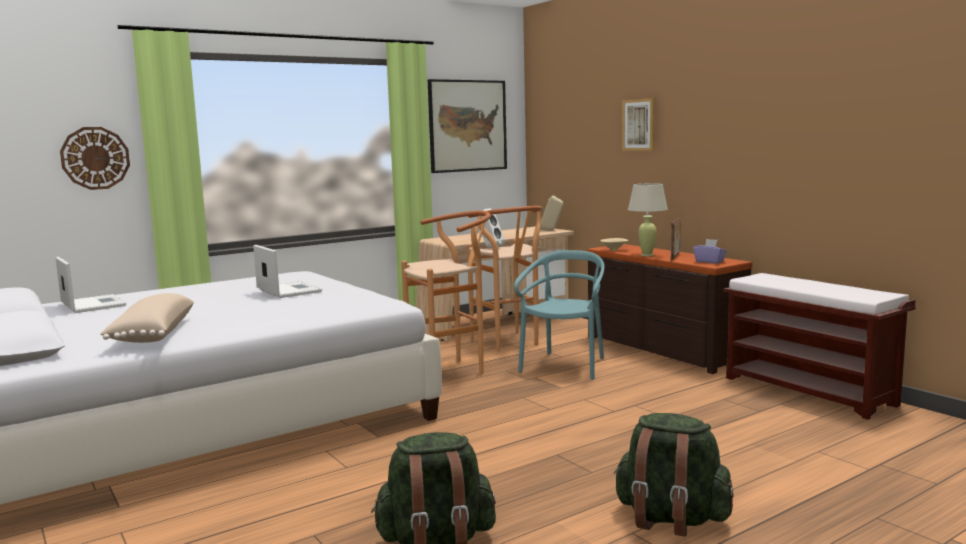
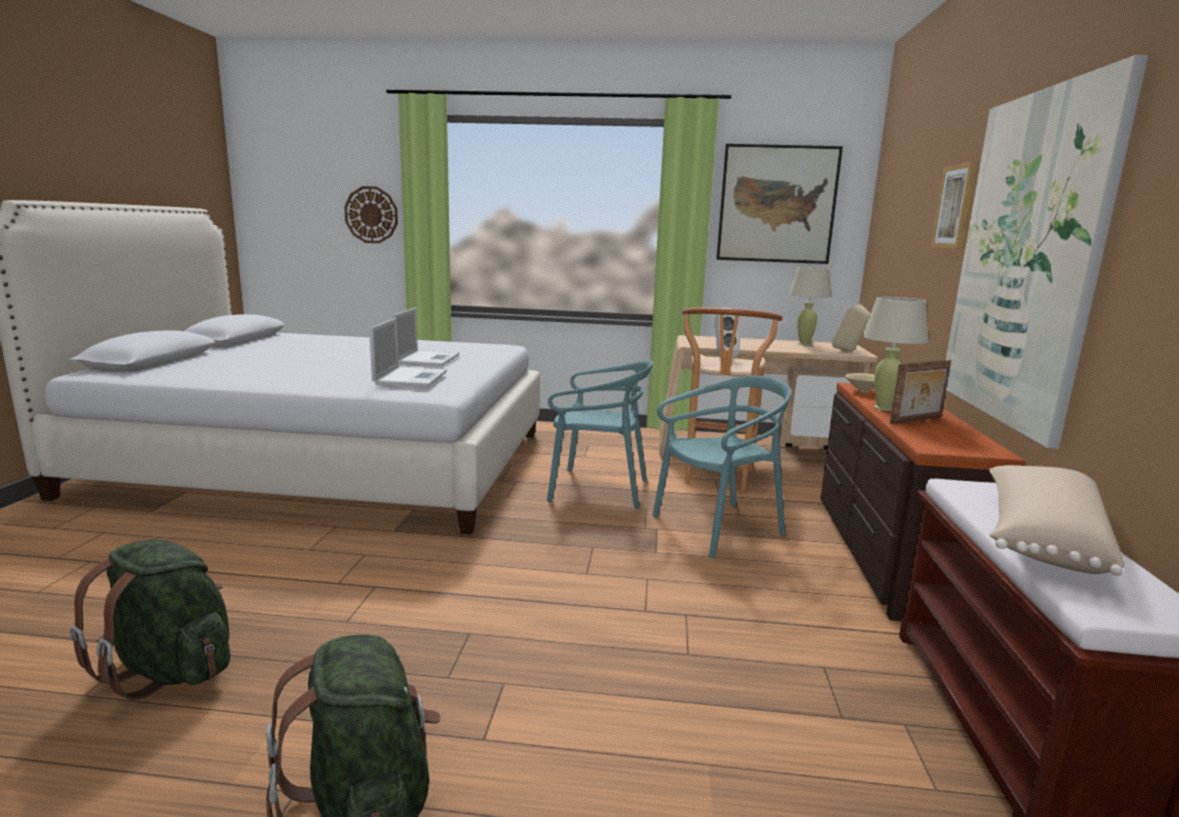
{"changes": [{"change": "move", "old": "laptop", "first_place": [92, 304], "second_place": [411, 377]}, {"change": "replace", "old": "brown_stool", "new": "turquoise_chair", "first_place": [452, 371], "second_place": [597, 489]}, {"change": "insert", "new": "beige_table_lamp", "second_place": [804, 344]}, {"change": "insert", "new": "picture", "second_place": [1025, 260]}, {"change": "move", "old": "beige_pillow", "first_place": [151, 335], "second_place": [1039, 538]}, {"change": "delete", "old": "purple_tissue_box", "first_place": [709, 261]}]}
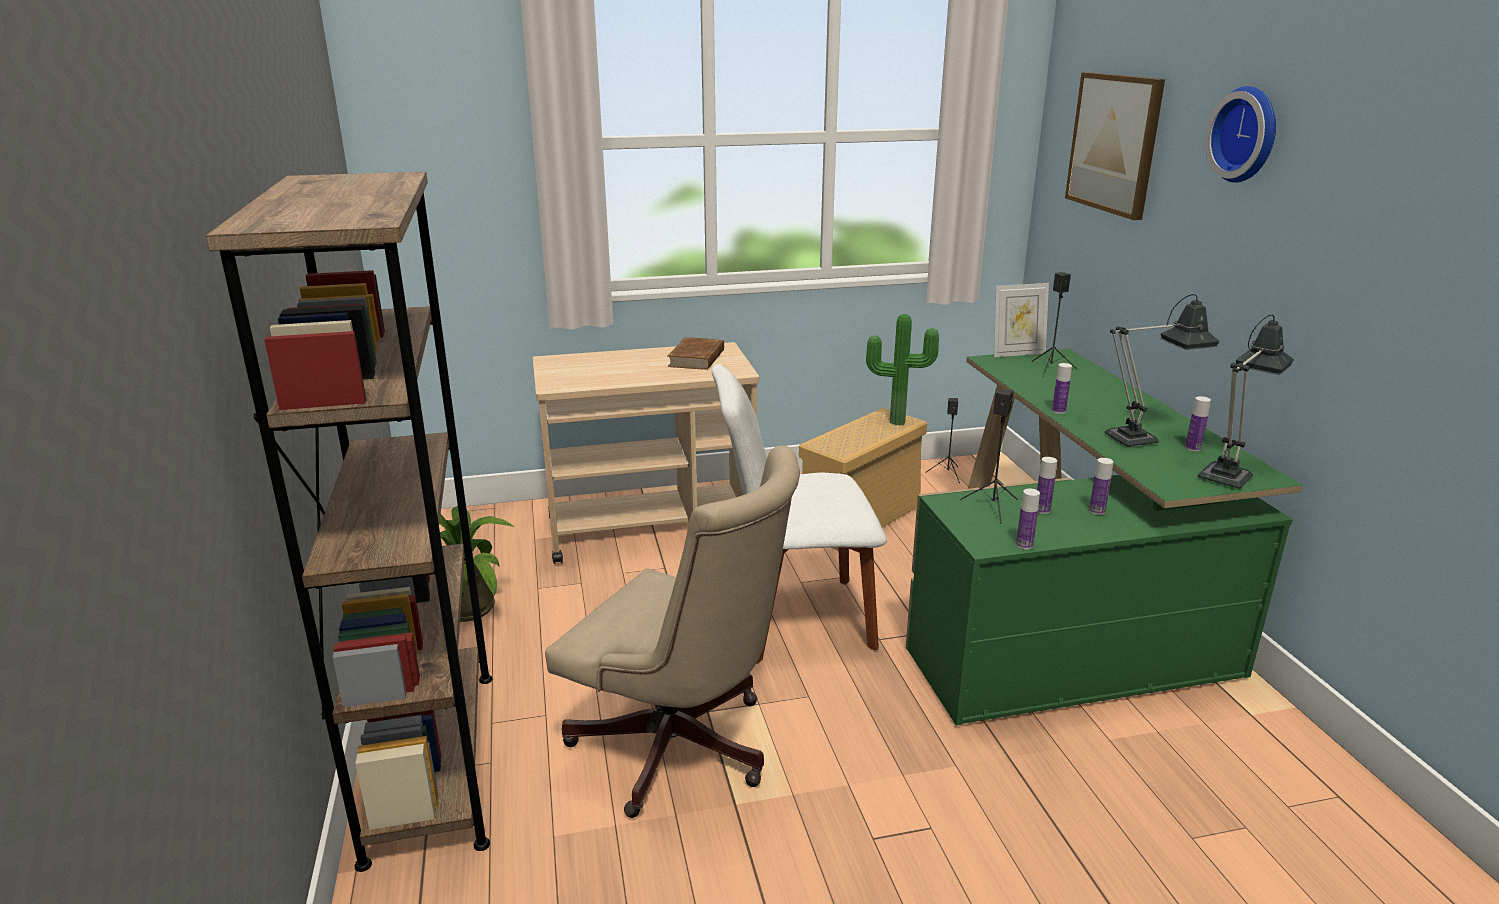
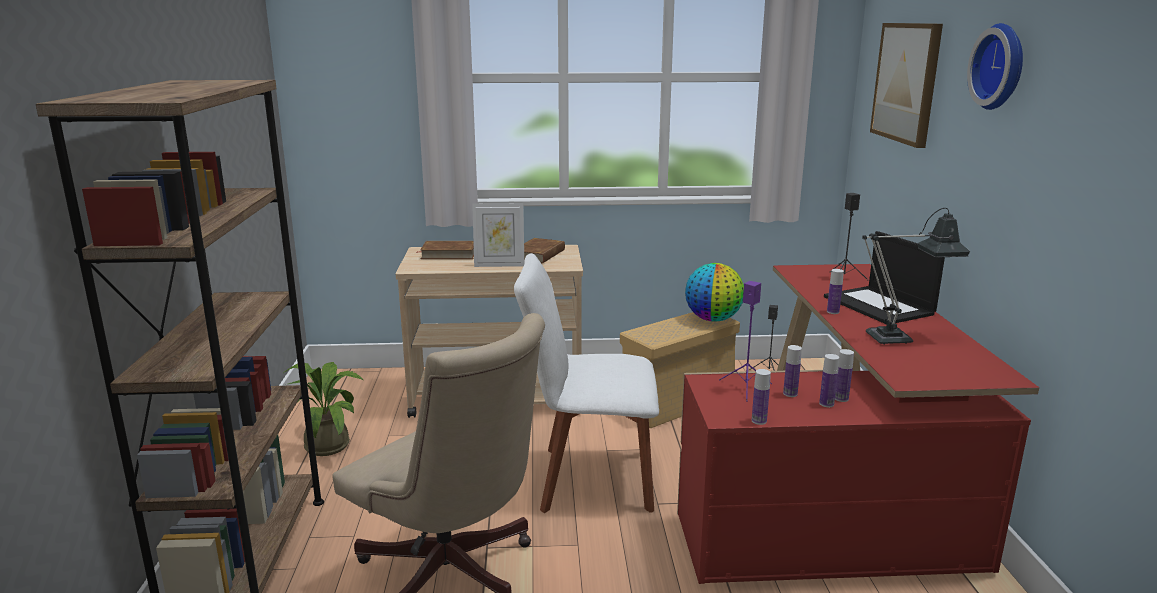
{"changes": [{"change": "insert", "new": "brown_book", "second_place": [449, 254]}, {"change": "move", "old": "picture_frame", "first_place": [1017, 353], "second_place": [499, 265]}, {"change": "recolor", "old": "green_desk", "new": "red_desk", "first_place": [1062, 608], "second_place": [835, 493]}, {"change": "replace", "old": "potted_plant", "new": "globe", "first_place": [897, 421], "second_place": [713, 319]}, {"change": "recolor", "old": "black_speaker", "new": "purple_speaker", "first_place": [993, 506], "second_place": [746, 387]}, {"change": "move", "old": "bottle", "first_place": [1193, 448], "second_place": [826, 404]}, {"change": "insert", "new": "laptop", "second_place": [880, 306]}, {"change": "delete", "old": "table_lamp", "first_place": [1228, 474]}]}
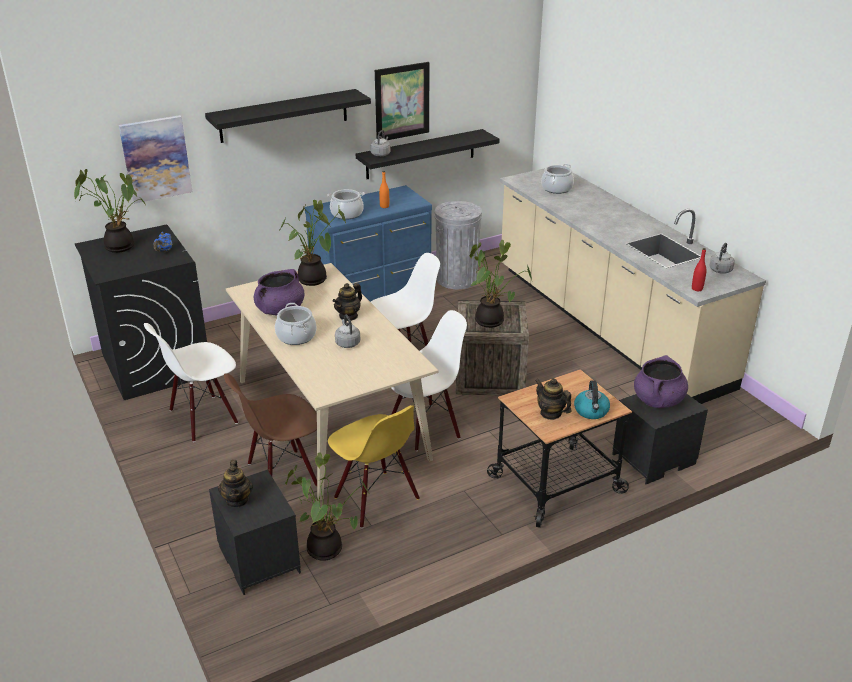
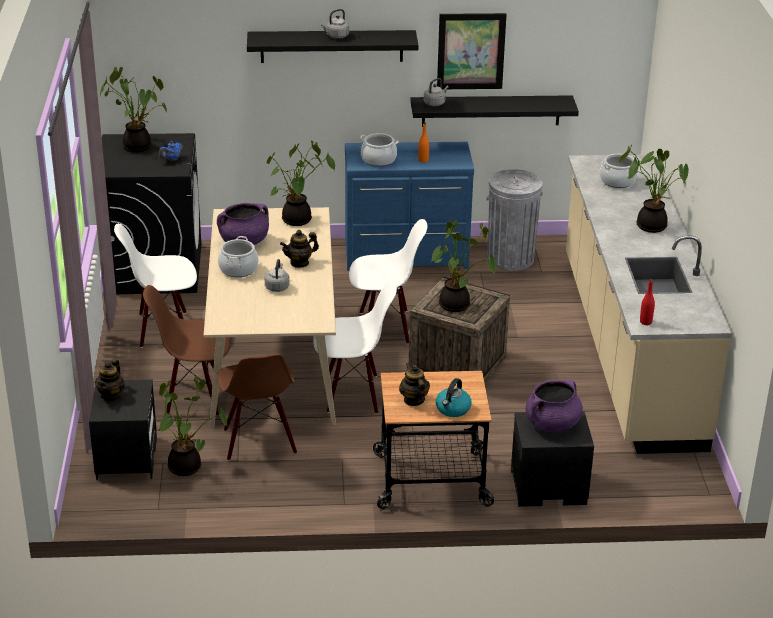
{"changes": [{"change": "recolor", "old": "yellow_chair", "new": "brown_chair", "first_place": [375, 499], "second_place": [258, 441]}, {"change": "move", "old": "grey_kettle", "first_place": [720, 271], "second_place": [336, 36]}, {"change": "insert", "new": "potted_plant", "second_place": [650, 225]}, {"change": "delete", "old": "picture", "first_place": [156, 159]}]}
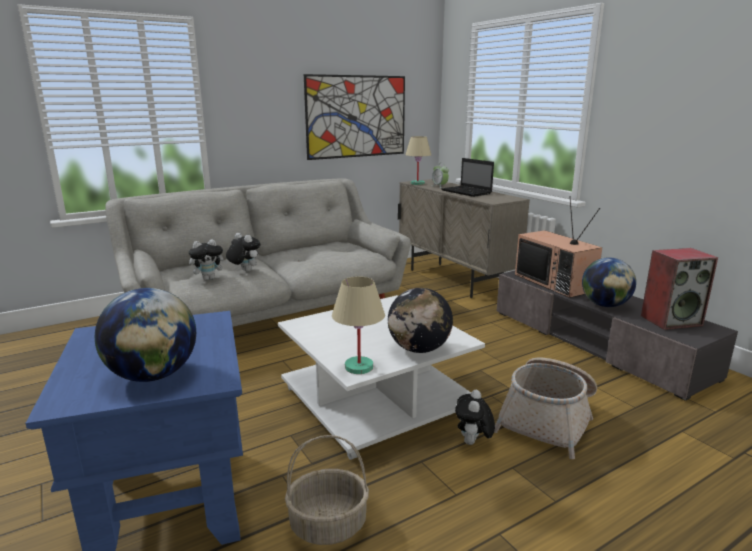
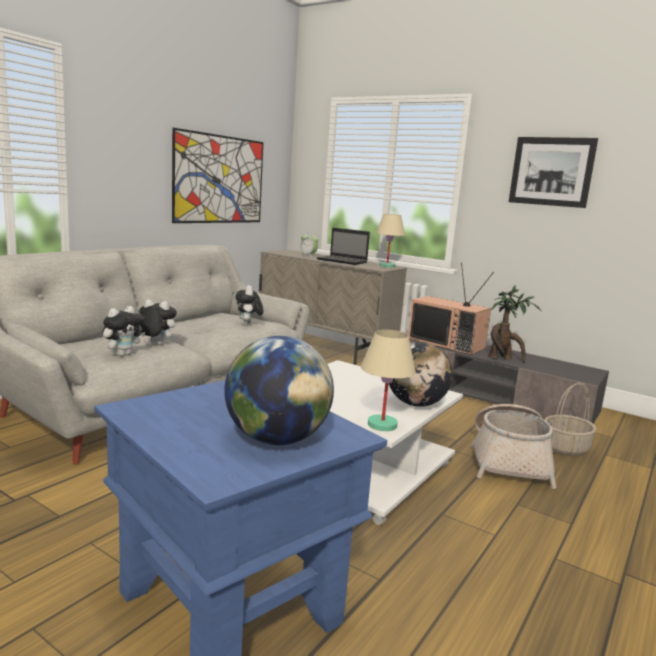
{"changes": [{"change": "move", "old": "plush_toy", "first_place": [473, 443], "second_place": [248, 325]}, {"change": "move", "old": "beige_table_lamp", "first_place": [417, 183], "second_place": [387, 266]}, {"change": "replace", "old": "globe", "new": "potted_plant", "first_place": [605, 305], "second_place": [503, 359]}, {"change": "insert", "new": "picture", "second_place": [551, 171]}, {"change": "move", "old": "basket", "first_place": [327, 525], "second_place": [565, 448]}, {"change": "delete", "old": "speaker", "first_place": [671, 320]}]}
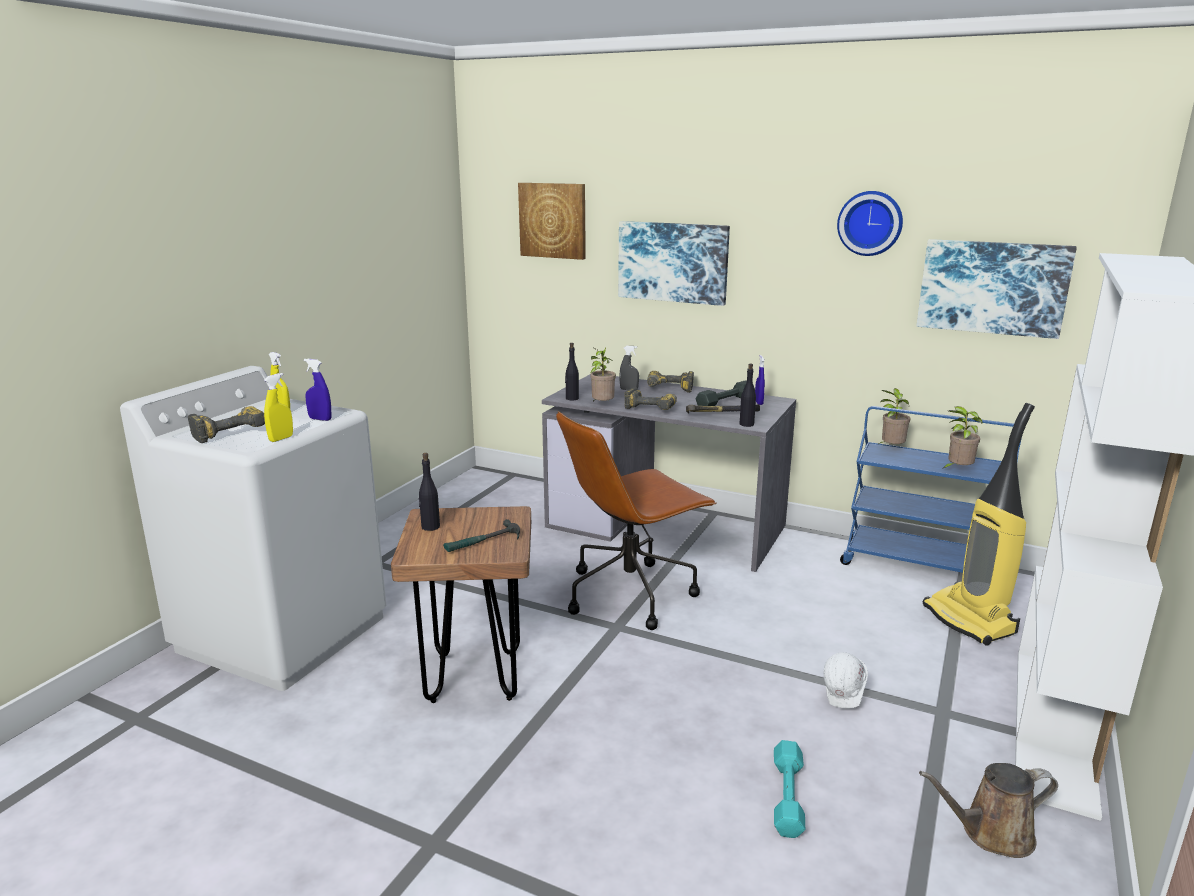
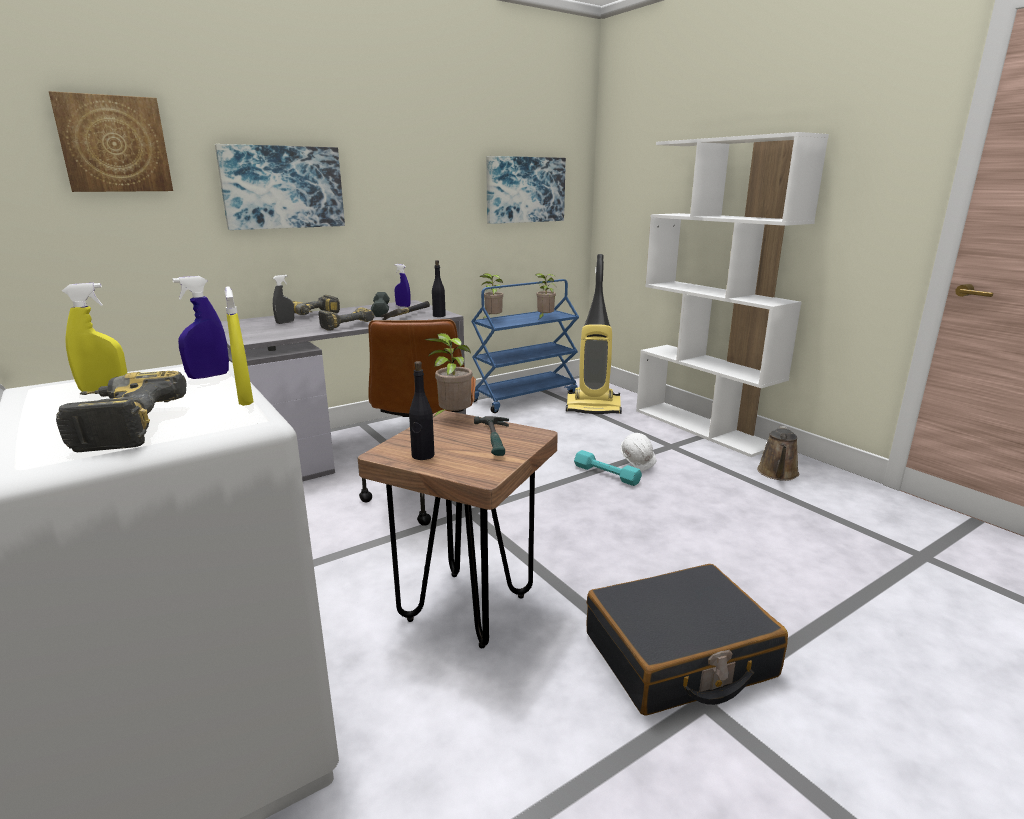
{"changes": [{"change": "move", "old": "potted_plant", "first_place": [602, 405], "second_place": [452, 418]}, {"change": "move", "old": "turquoise_dumbbell", "first_place": [788, 796], "second_place": [606, 474]}, {"change": "insert", "new": "black_suitcase", "second_place": [679, 656]}, {"change": "delete", "old": "black_bottle", "first_place": [572, 398]}, {"change": "delete", "old": "wall_clock", "first_place": [870, 223]}]}
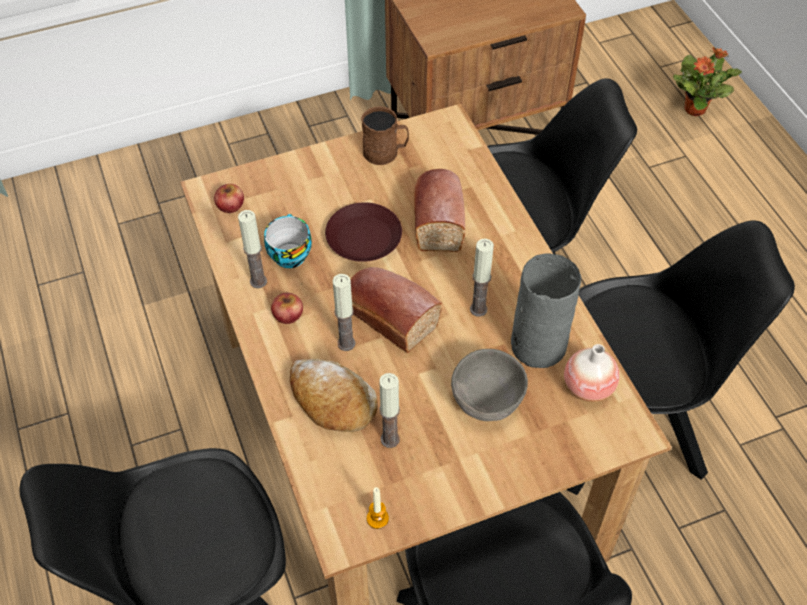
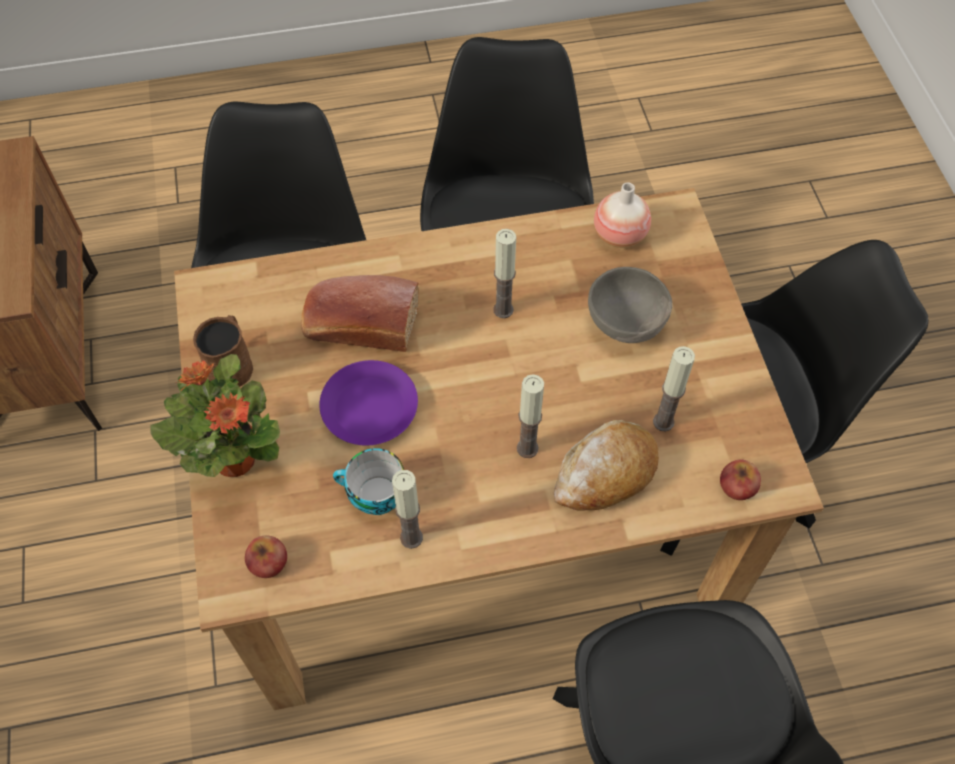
{"changes": [{"change": "move", "old": "potted_plant", "first_place": [695, 108], "second_place": [234, 457]}, {"change": "recolor", "old": "brown_plate", "new": "purple_plate", "first_place": [363, 238], "second_place": [370, 409]}, {"change": "move", "old": "apple", "first_place": [288, 314], "second_place": [737, 486]}, {"change": "delete", "old": "bread", "first_place": [387, 316]}, {"change": "delete", "old": "candle", "first_place": [377, 518]}, {"change": "delete", "old": "grey_vase", "first_place": [536, 345]}]}
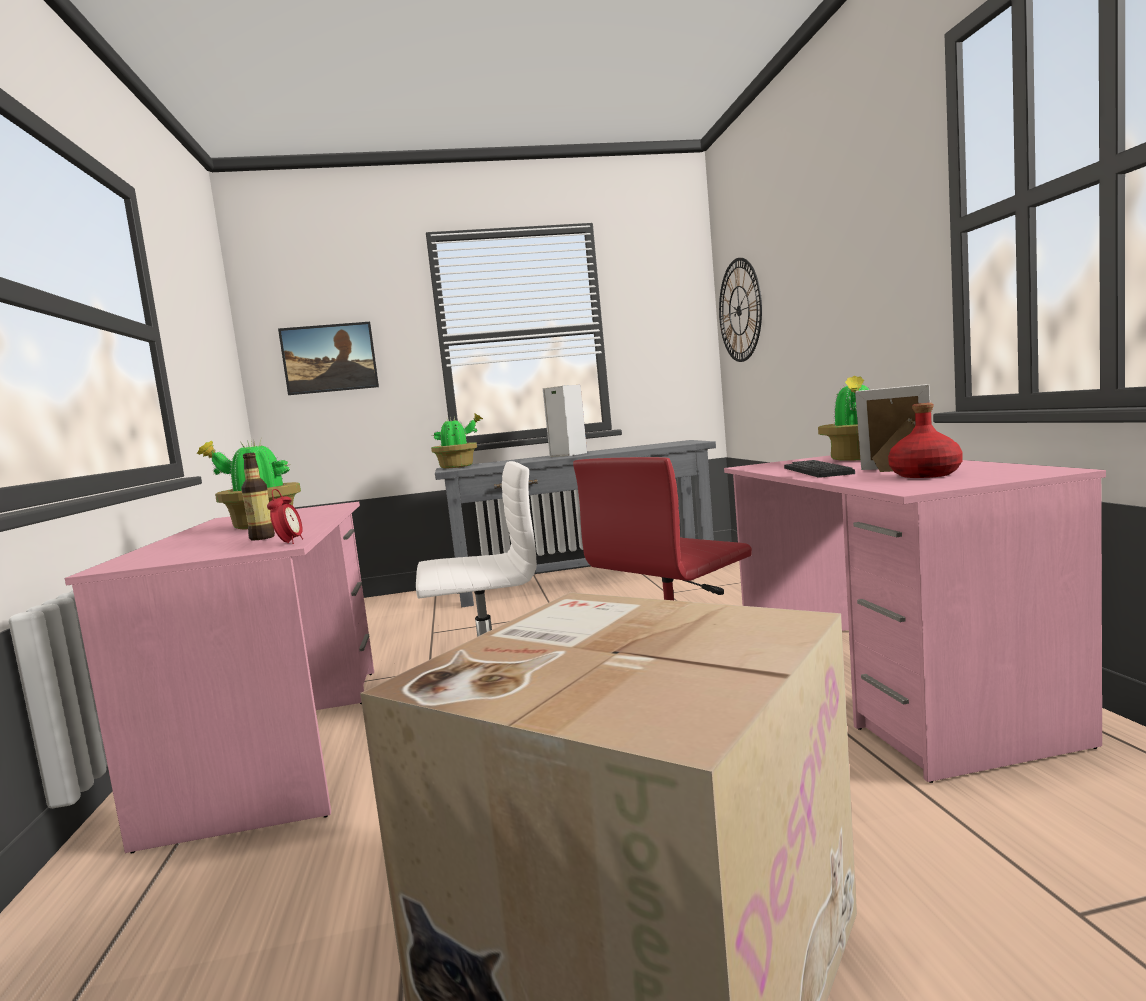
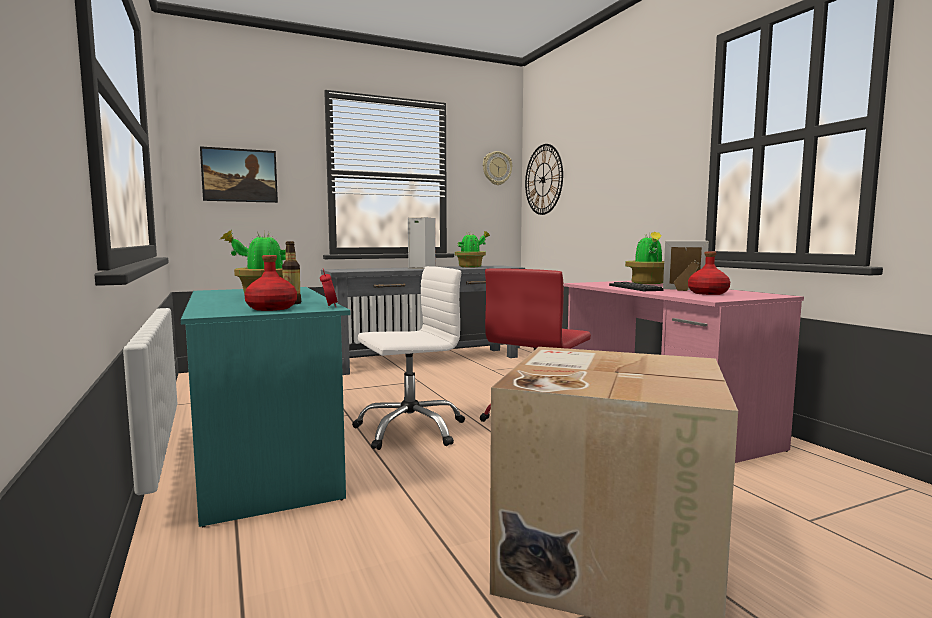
{"changes": [{"change": "recolor", "old": "pink_desk", "new": "turquoise_desk", "first_place": [281, 741], "second_place": [265, 459]}, {"change": "insert", "new": "red_bottle", "second_place": [271, 308]}, {"change": "move", "old": "potted_plant", "first_place": [458, 467], "second_place": [471, 267]}, {"change": "insert", "new": "wall_clock", "second_place": [497, 168]}]}
